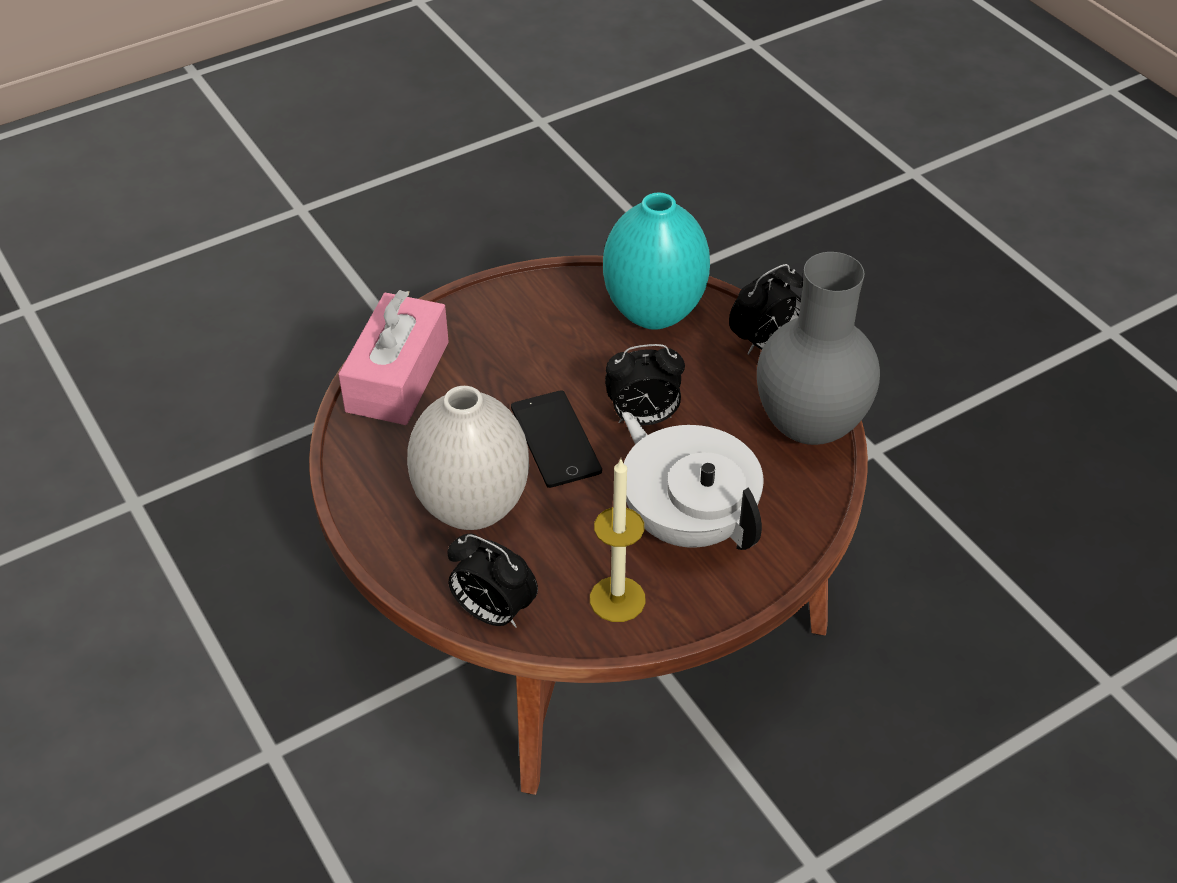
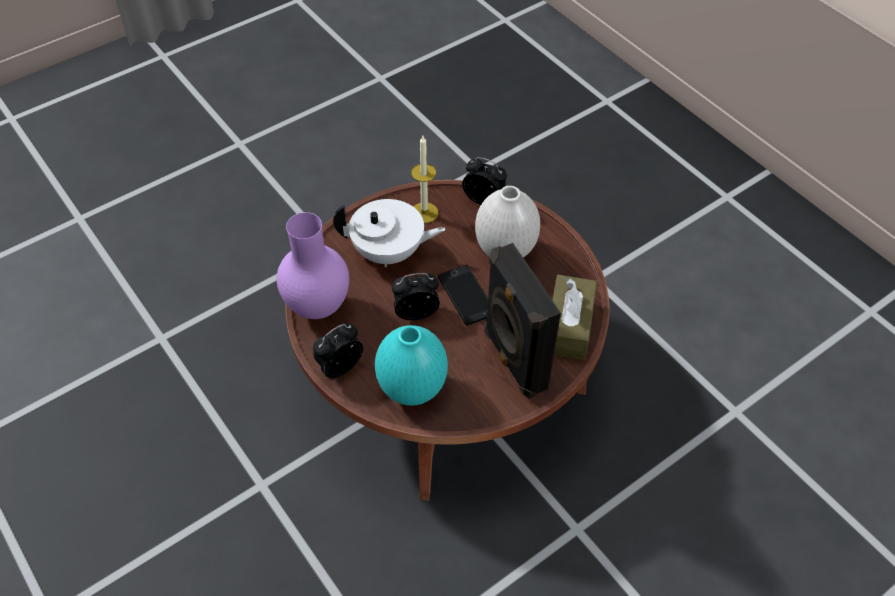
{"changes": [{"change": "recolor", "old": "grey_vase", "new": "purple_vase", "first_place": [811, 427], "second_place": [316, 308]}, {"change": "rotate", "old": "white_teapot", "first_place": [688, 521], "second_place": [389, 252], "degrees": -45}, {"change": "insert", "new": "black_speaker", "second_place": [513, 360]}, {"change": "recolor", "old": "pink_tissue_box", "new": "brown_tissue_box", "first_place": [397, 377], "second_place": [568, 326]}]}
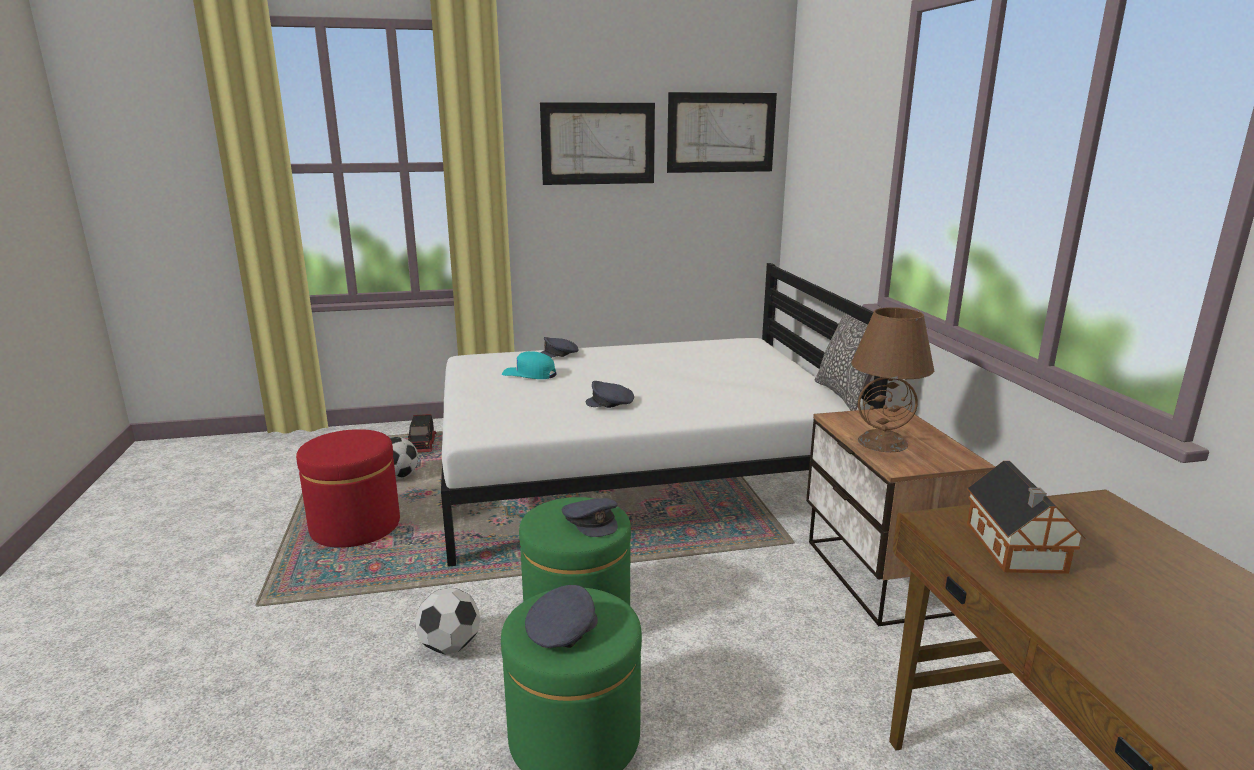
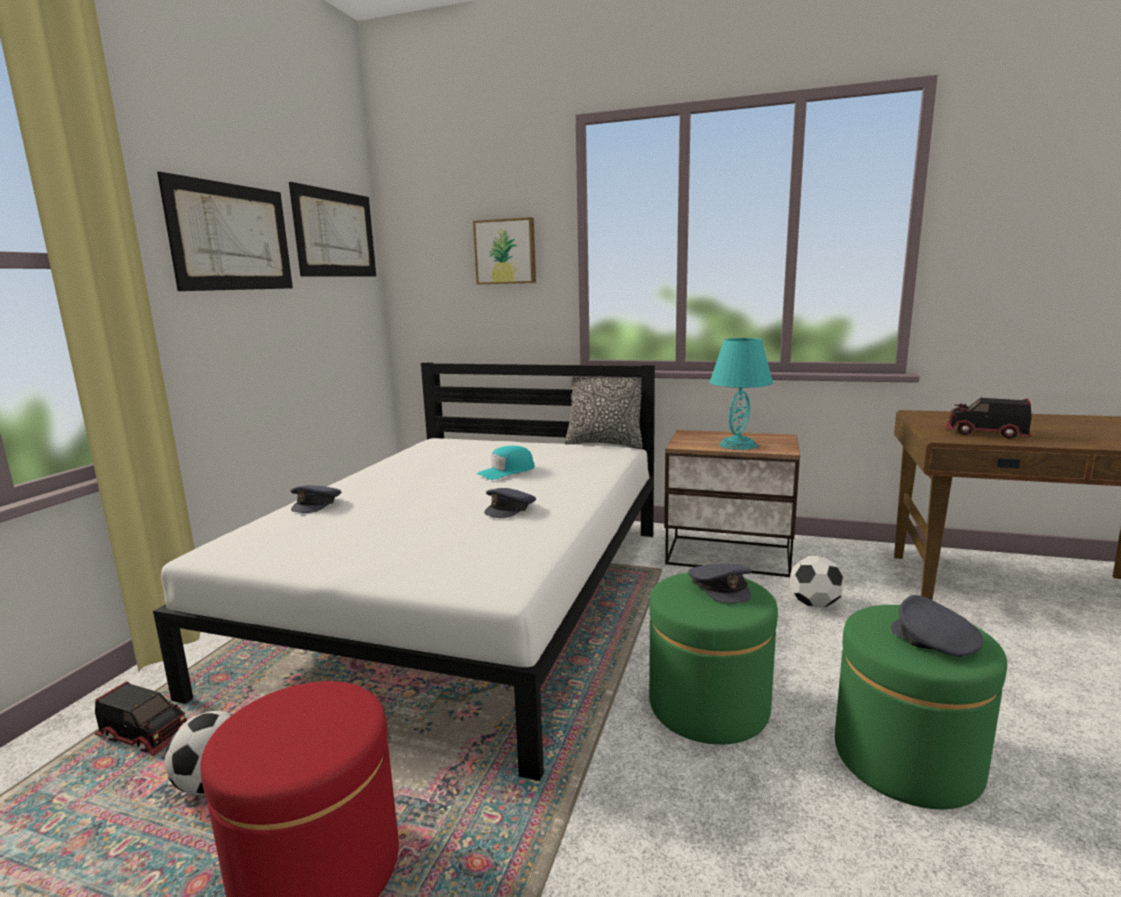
{"changes": [{"change": "insert", "new": "picture", "second_place": [506, 252]}, {"change": "move", "old": "turquoise_cap", "first_place": [529, 374], "second_place": [506, 471]}, {"change": "rotate", "old": "grey_cap", "first_place": [591, 522], "second_place": [721, 588], "degrees": 75}, {"change": "recolor", "old": "brown_table_lamp", "new": "turquoise_table_lamp", "first_place": [883, 442], "second_place": [738, 444]}, {"change": "move", "old": "football", "first_place": [450, 646], "second_place": [814, 604]}, {"change": "replace", "old": "toy_house", "new": "toy_truck", "first_place": [1015, 549], "second_place": [986, 434]}]}
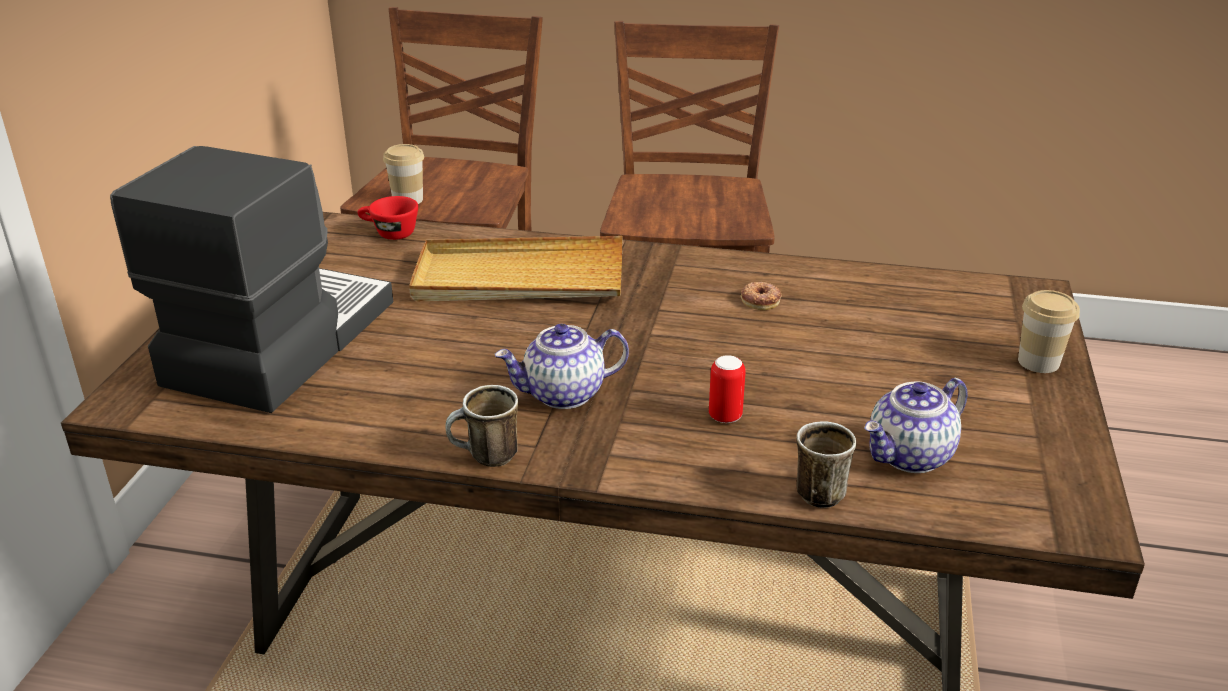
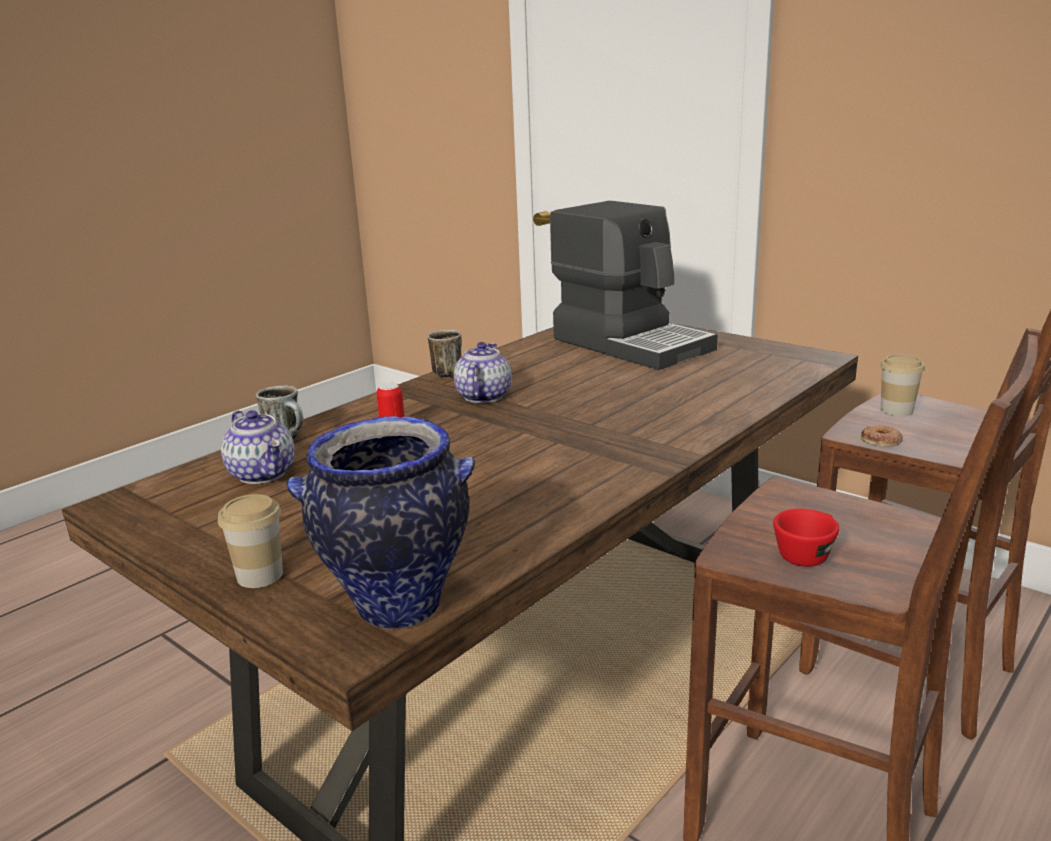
{"changes": [{"change": "rotate", "old": "teapot", "first_place": [910, 456], "second_place": [263, 474], "degrees": 150}, {"change": "insert", "new": "vase", "second_place": [396, 608]}, {"change": "move", "old": "red_cup", "first_place": [389, 233], "second_place": [806, 554]}, {"change": "move", "old": "donut", "first_place": [760, 300], "second_place": [881, 441]}, {"change": "delete", "old": "beige_tray", "first_place": [519, 278]}]}
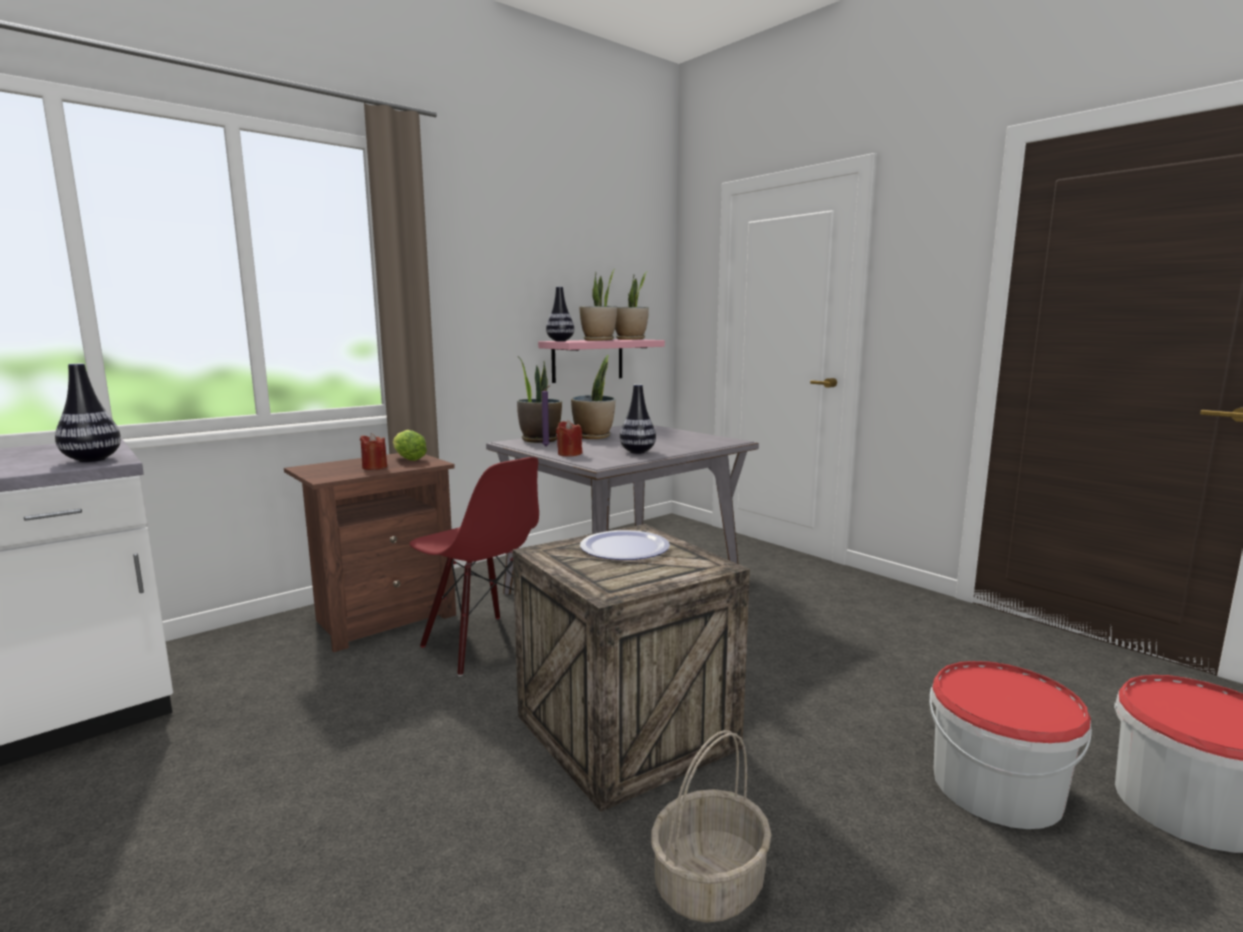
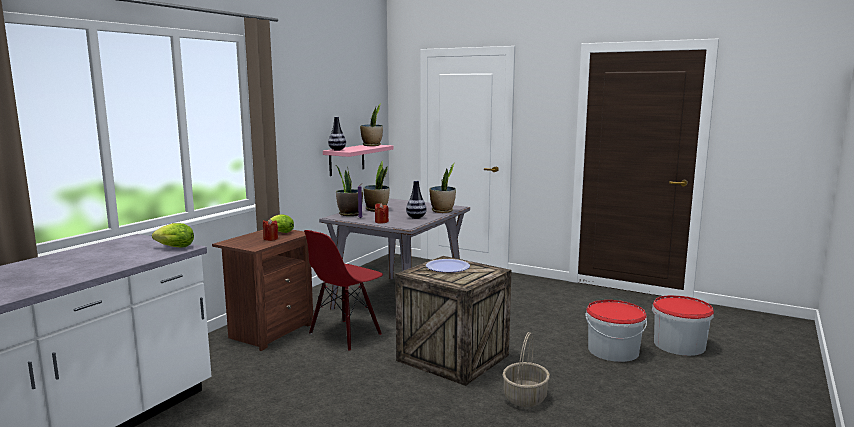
{"changes": [{"change": "replace", "old": "vase", "new": "lettuce", "first_place": [92, 460], "second_place": [173, 247]}, {"change": "rotate", "old": "red_chair", "first_place": [483, 644], "second_place": [345, 334], "degrees": 105}, {"change": "move", "old": "potted_plant", "first_place": [598, 340], "second_place": [442, 211]}]}
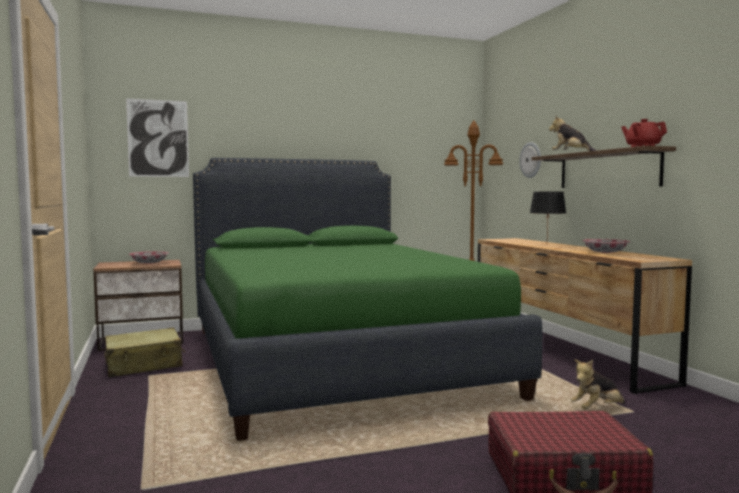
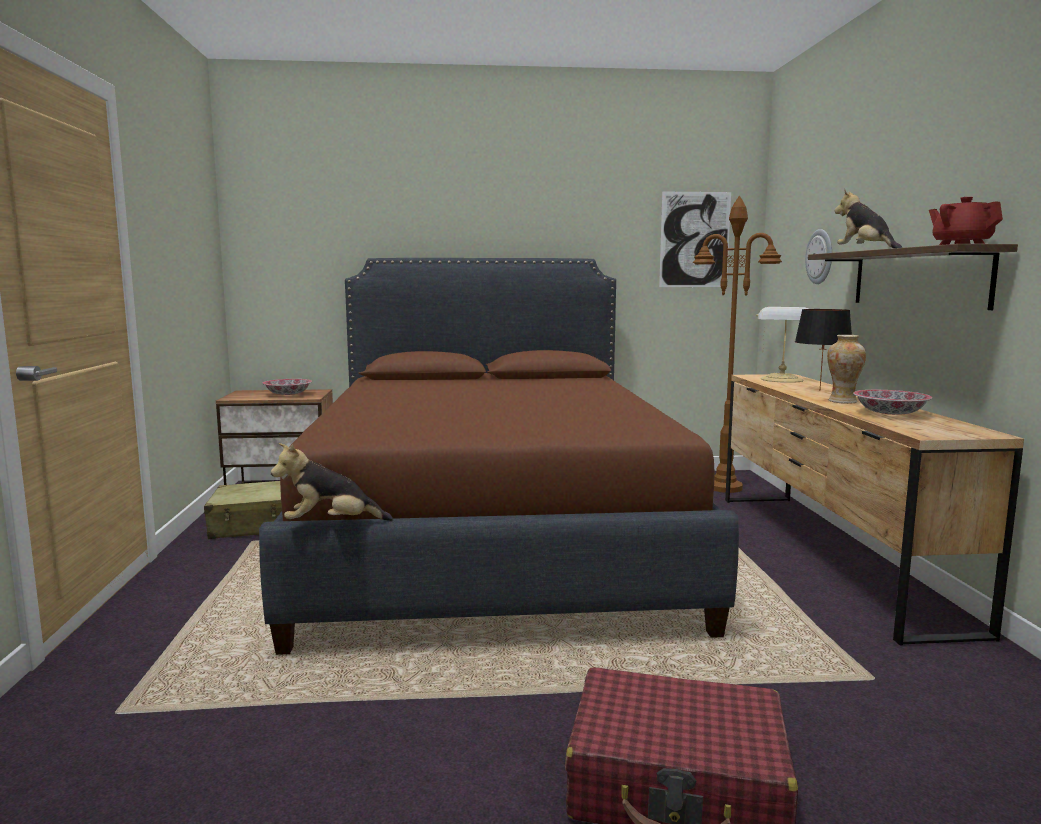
{"changes": [{"change": "recolor", "old": "green_bed", "new": "brown_bed", "first_place": [335, 359], "second_place": [492, 538]}, {"change": "move", "old": "plush_toy", "first_place": [597, 409], "second_place": [331, 524]}, {"change": "move", "old": "picture", "first_place": [158, 138], "second_place": [694, 240]}, {"change": "insert", "new": "table_lamp", "second_place": [782, 380]}, {"change": "insert", "new": "vase", "second_place": [842, 401]}]}
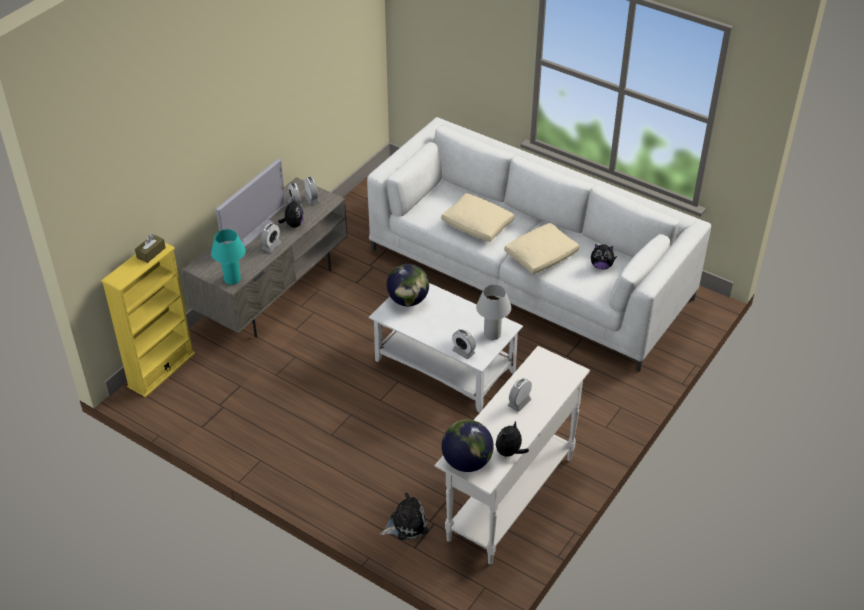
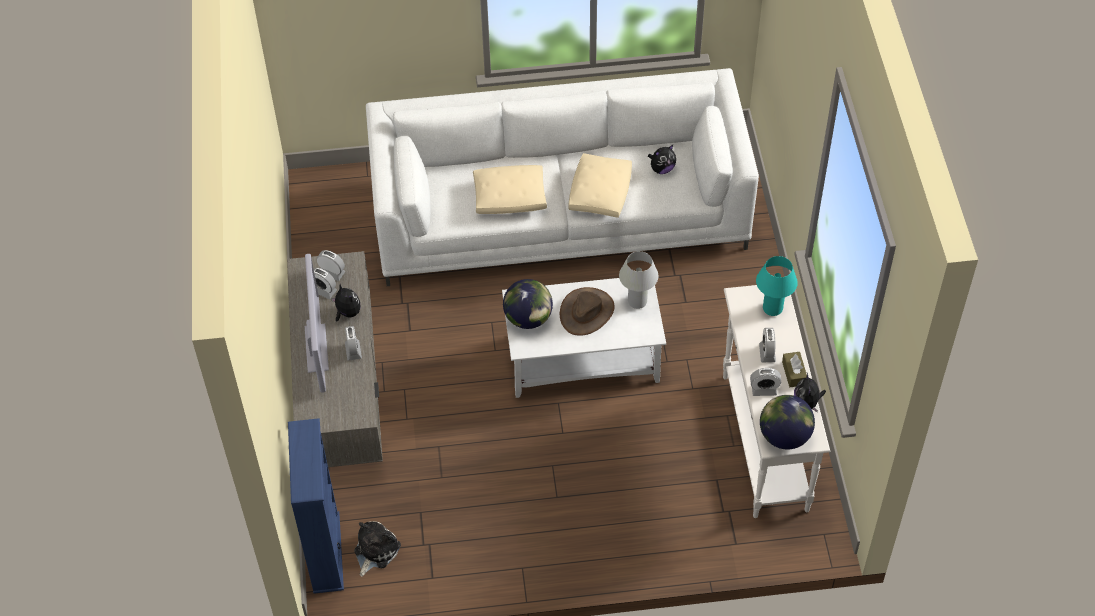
{"changes": [{"change": "recolor", "old": "yellow_bookcase", "new": "blue_bookcase", "first_place": [161, 370], "second_place": [326, 552]}, {"change": "move", "old": "plush_toy", "first_place": [406, 524], "second_place": [375, 550]}, {"change": "insert", "new": "brown_hat", "second_place": [586, 312]}, {"change": "move", "old": "alarm_clock", "first_place": [463, 352], "second_place": [764, 390]}, {"change": "move", "old": "turquoise_table_lamp", "first_place": [232, 279], "second_place": [772, 308]}, {"change": "move", "old": "brown_tissue_box", "first_place": [151, 253], "second_place": [794, 373]}]}
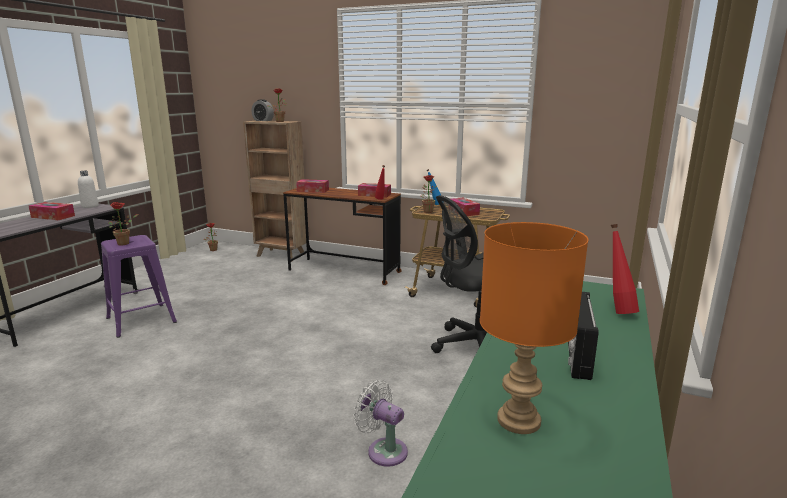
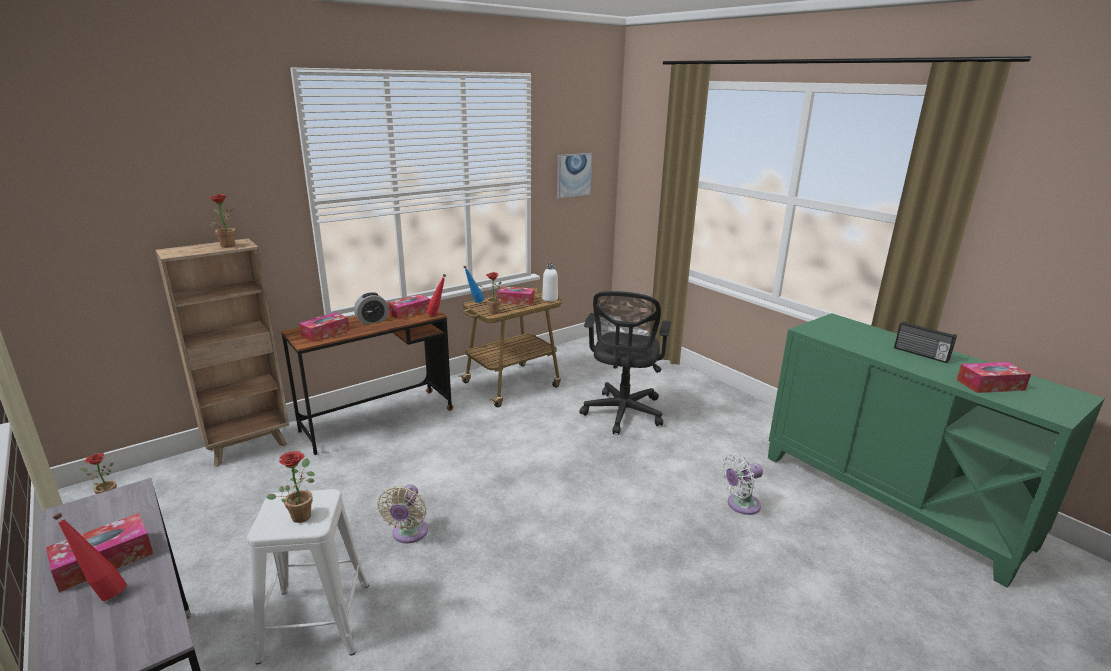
{"changes": [{"change": "move", "old": "red_bottle", "first_place": [617, 310], "second_place": [103, 593]}, {"change": "recolor", "old": "purple_stool", "new": "white_stool", "first_place": [141, 320], "second_place": [316, 621]}, {"change": "move", "old": "alarm_clock", "first_place": [263, 120], "second_place": [372, 321]}, {"change": "insert", "new": "beige_fan", "second_place": [408, 534]}, {"change": "move", "old": "white_bottle", "first_place": [90, 206], "second_place": [550, 299]}, {"change": "insert", "new": "picture", "second_place": [573, 175]}, {"change": "replace", "old": "orange_table_lamp", "new": "tissue_box", "first_place": [520, 420], "second_place": [990, 385]}]}
